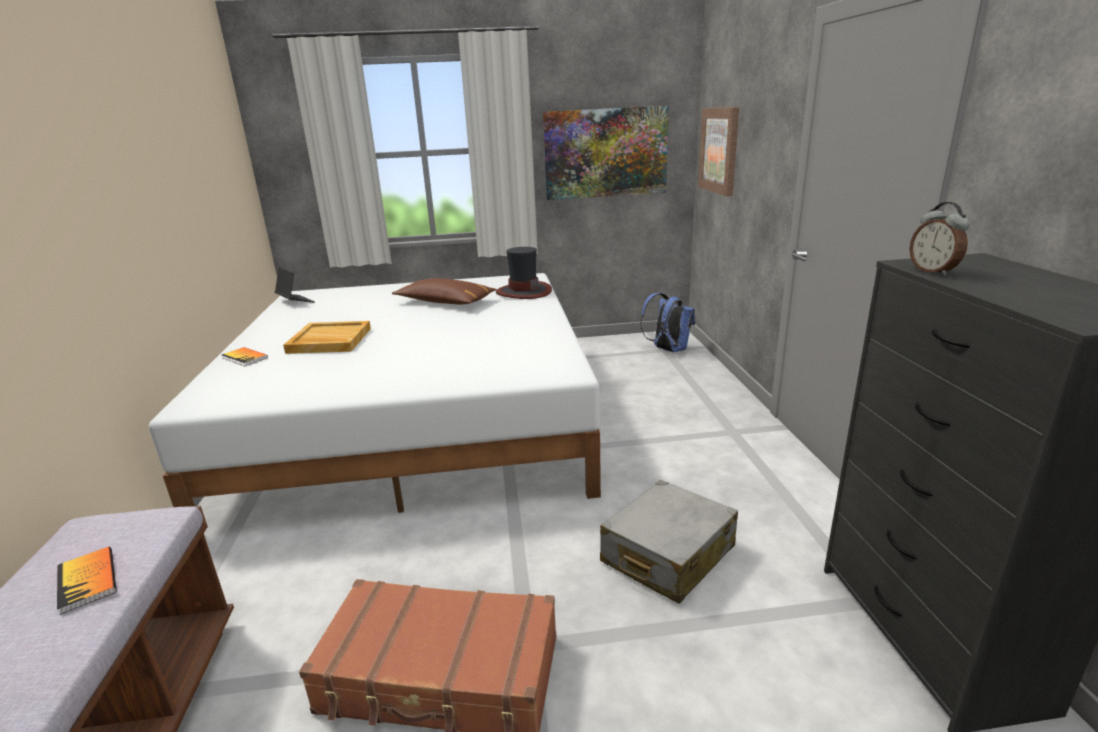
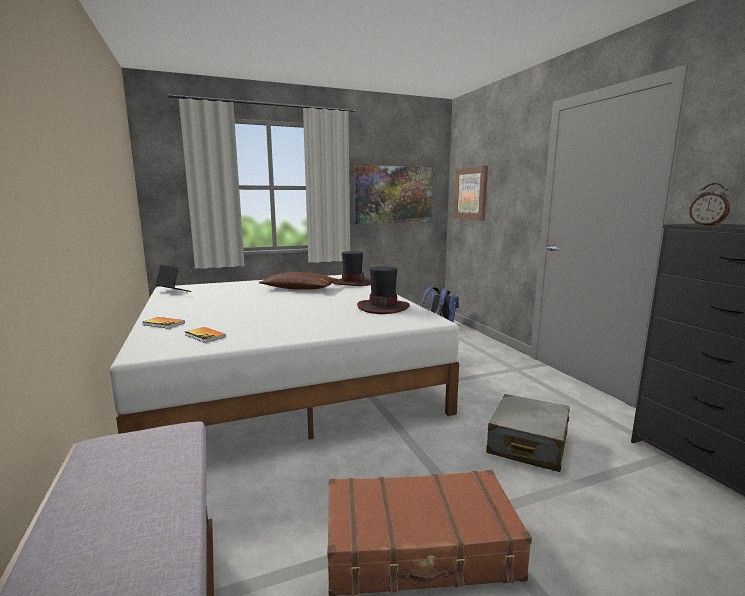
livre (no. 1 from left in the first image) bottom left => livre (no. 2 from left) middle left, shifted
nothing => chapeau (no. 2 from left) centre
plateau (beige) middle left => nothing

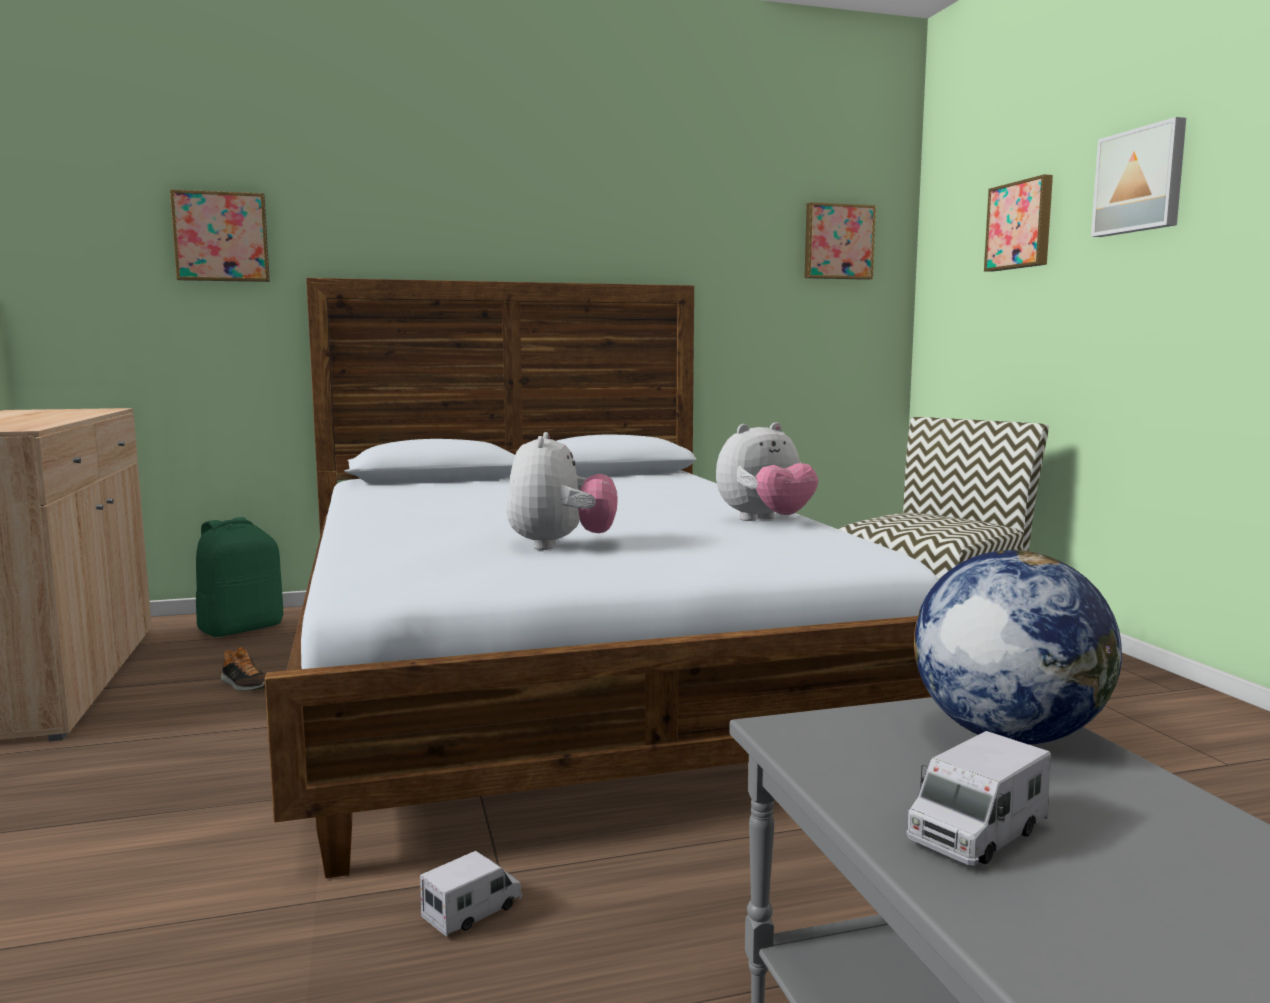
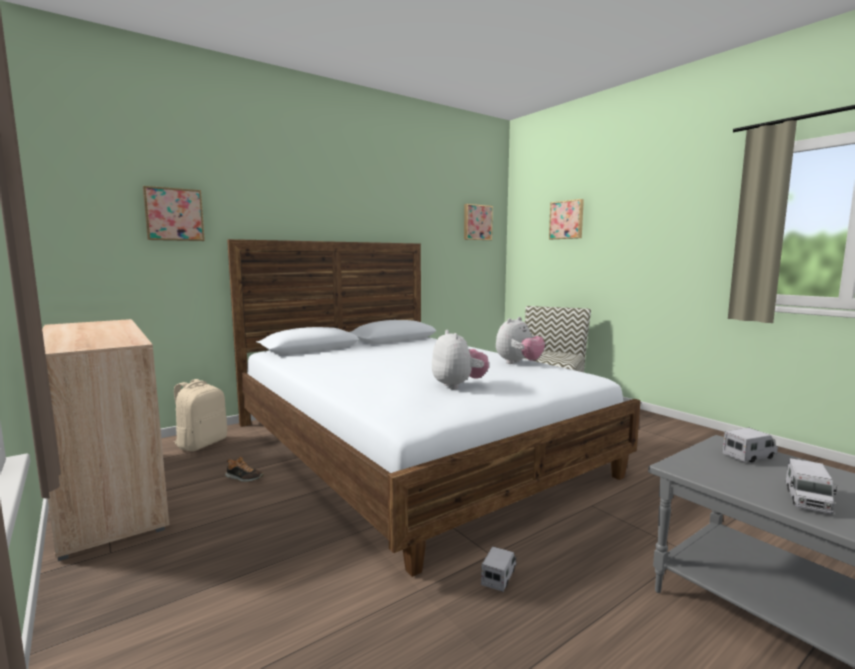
sac à dos (vert) middle left => sac à dos (beige) middle left
globe middle right => camion jouet (no. 2 from left) middle right
tableau (no. 4 from left) top right => nothing

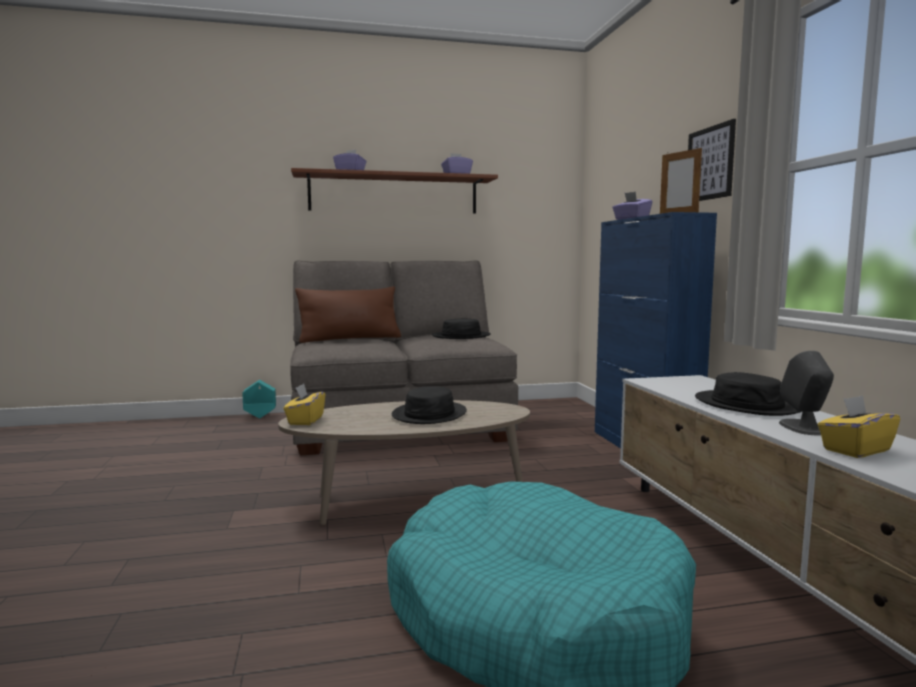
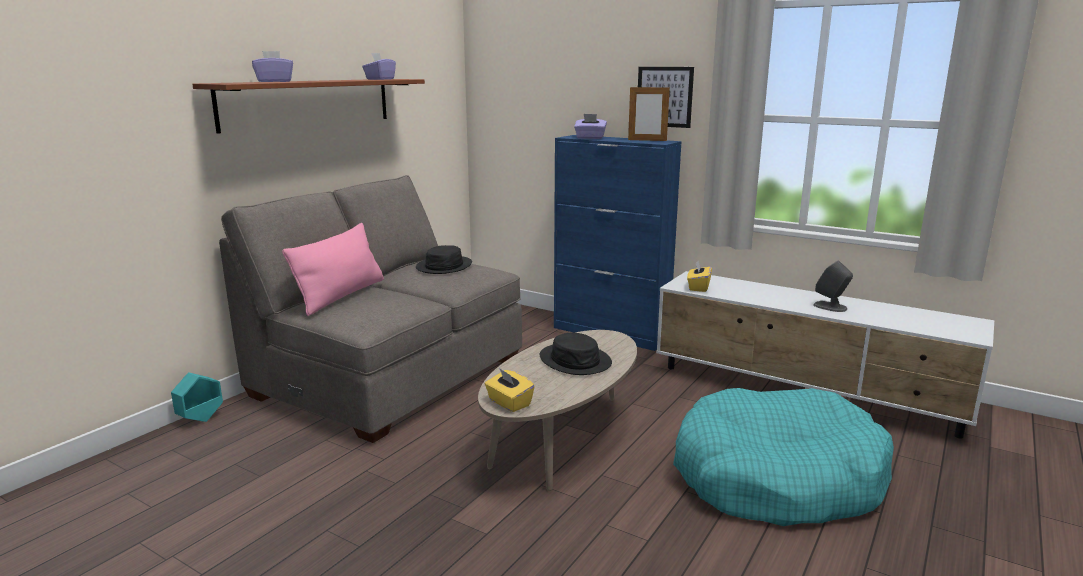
coussin (marron) centre => coussin (rose) middle left
boîte à mouchoirs (jaune) (no. 2 from left) middle right => boîte à mouchoirs (jaune) (no. 2 from left) centre, shifted
chapeau (noir) (no. 3 from left) middle right => nothing

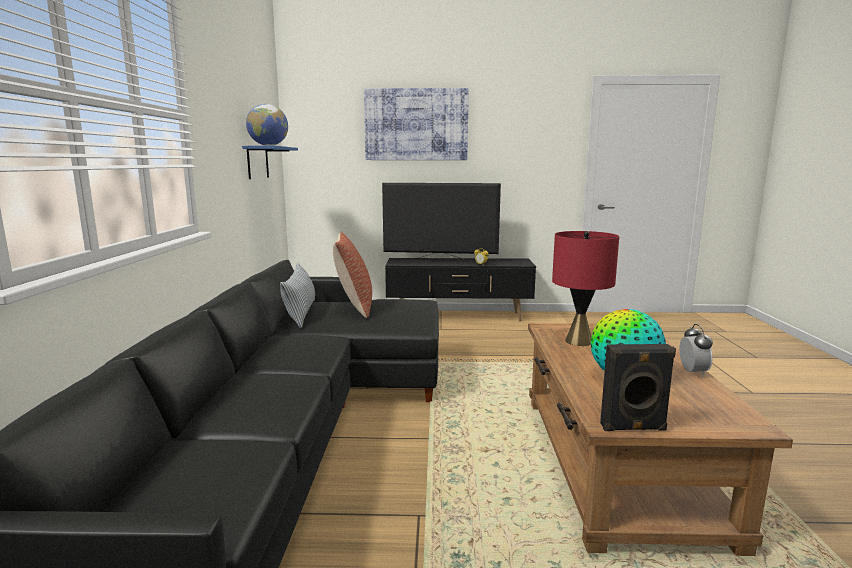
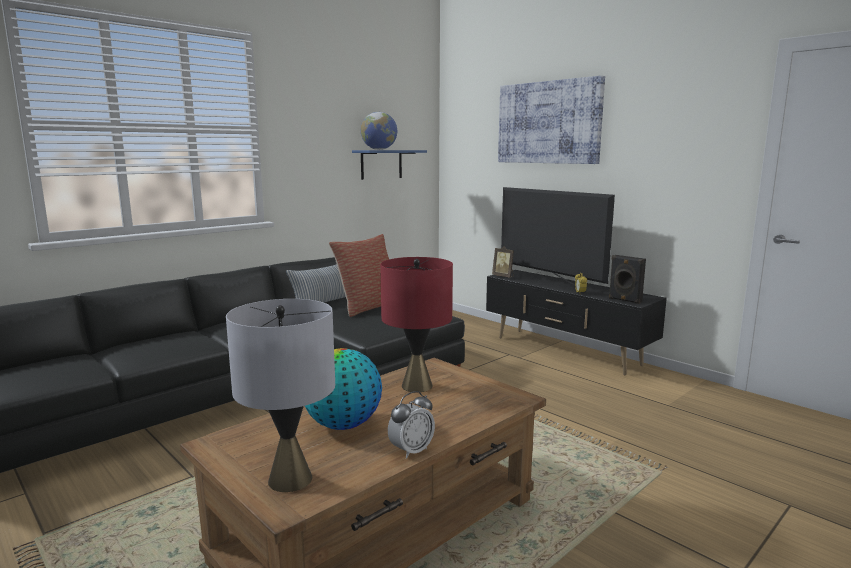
nothing => lampe de table (gris) bottom left
nothing => cadre photo centre
enceinte (noir) bottom right => enceinte (noir) middle right, shifted

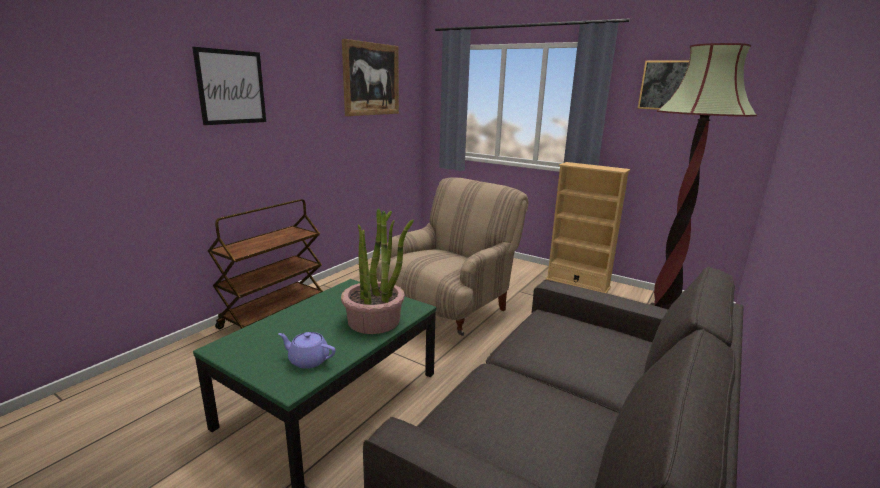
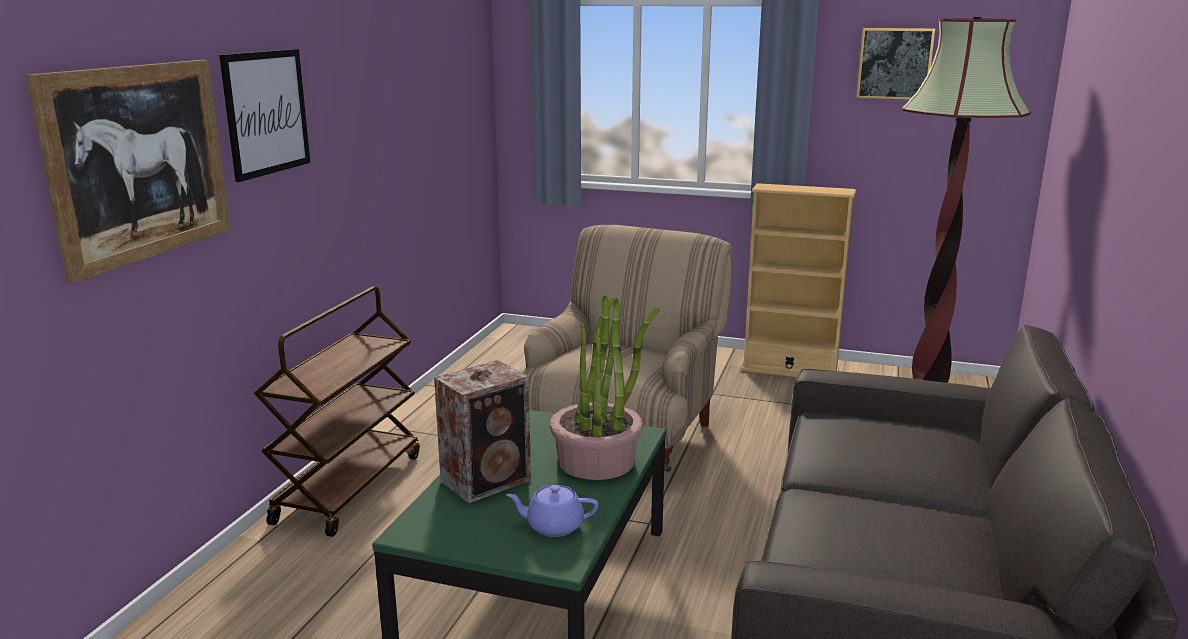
tableau (no. 2 from left in the first image) top centre => tableau (no. 1 from left) top left, shifted
nothing => enceinte bottom centre

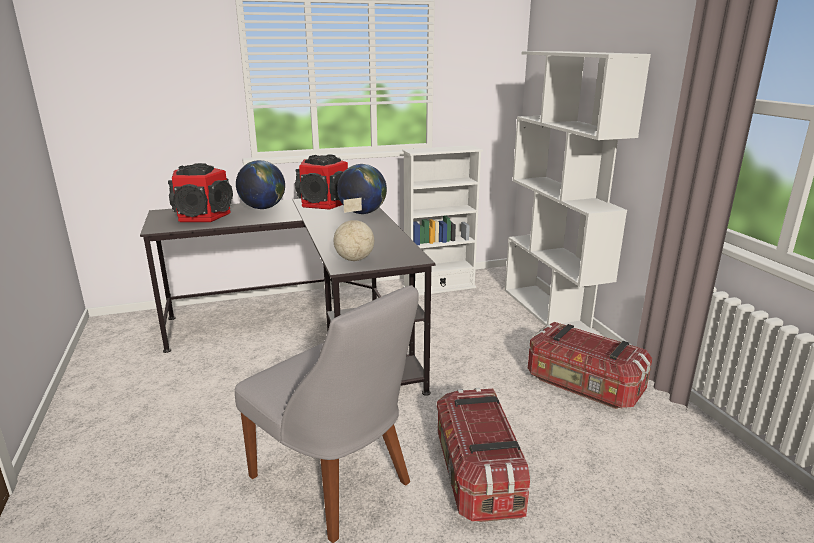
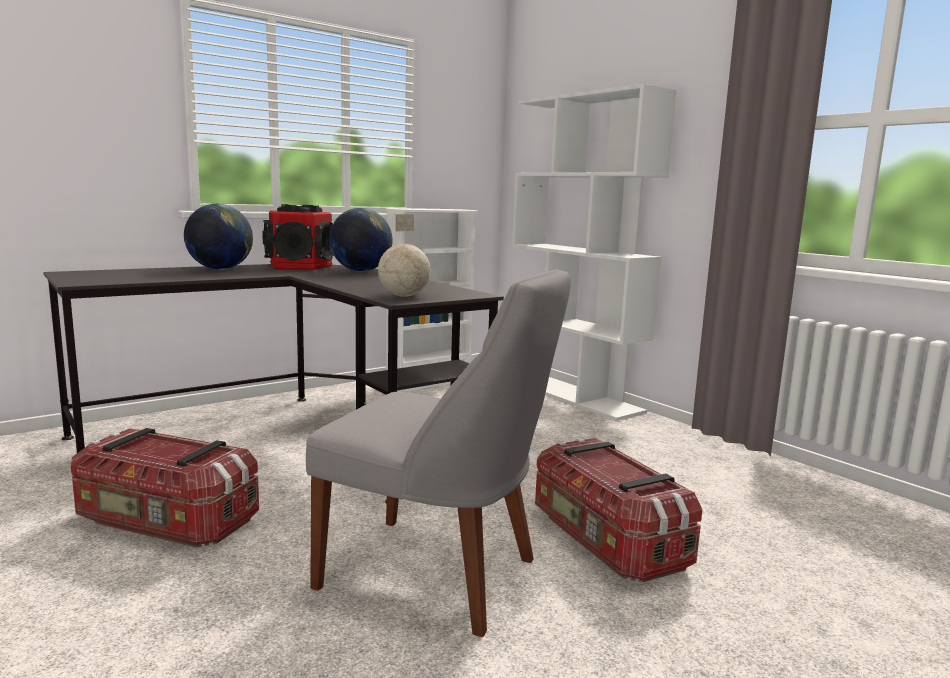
boîte de rangement (no. 2 from left in the first image) bottom right => boîte de rangement (no. 1 from left) bottom left, shifted
enceinte (no. 1 from left) middle left => nothing

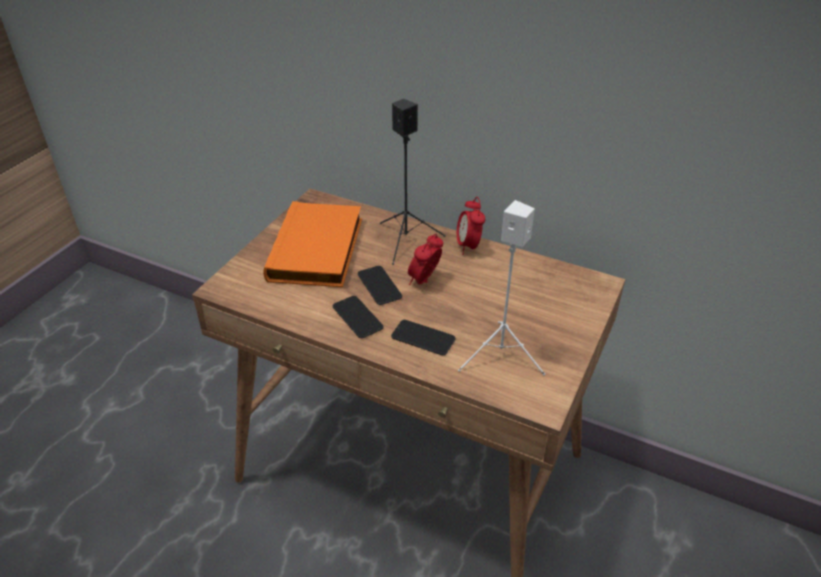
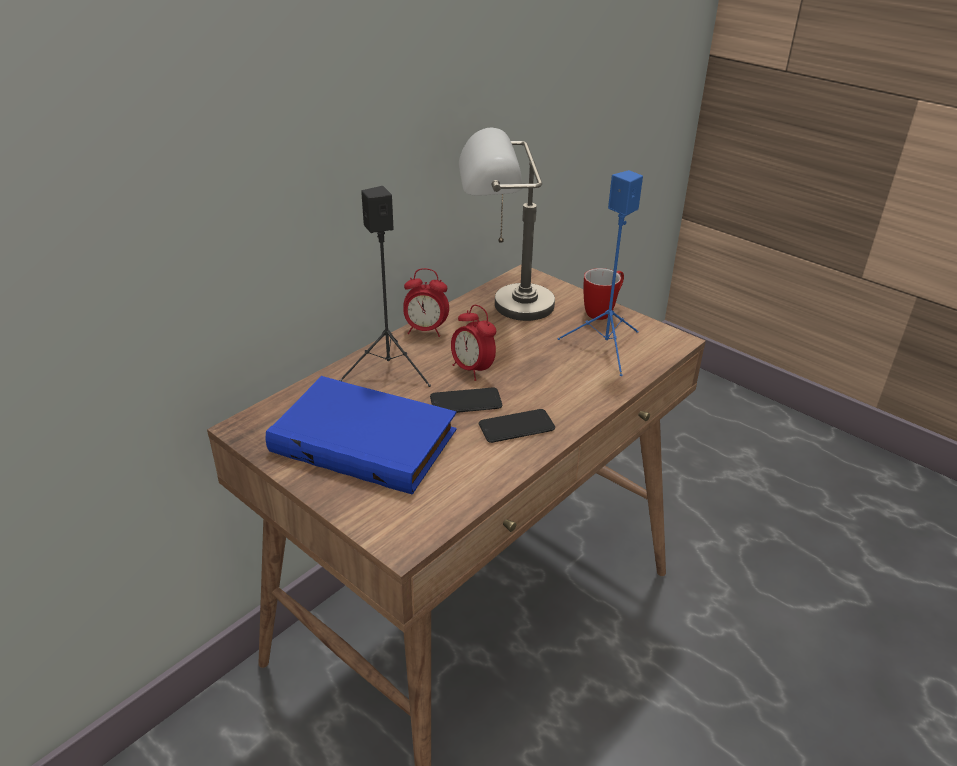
livre (orange) centre => livre (bleu) centre
nothing => lampe de table (gris) top centre
enceinte (blanc) centre => enceinte (bleu) centre
nothing => mug centre
téléphone (no. 3 from left) centre => nothing

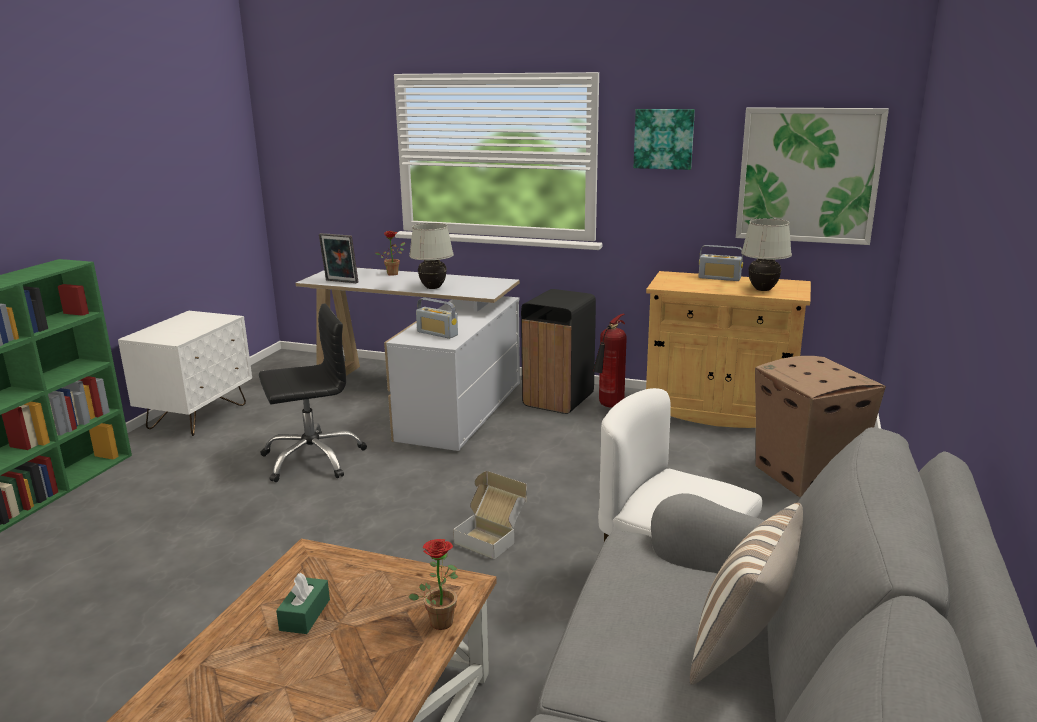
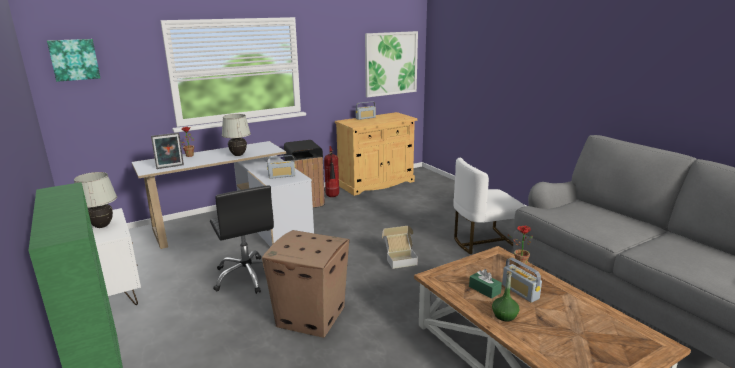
tableau (no. 1 from left) top centre => tableau (no. 1 from left) top left, shifted
lampe de table (blanc) (no. 2 from left in the first image) middle right => lampe de table (blanc) (no. 1 from left) middle left, shifted
chaise de bureau (noir) middle left, 135 degrees clockwise
carton (no. 2 from left in the first image) middle right => carton (no. 1 from left) bottom centre, shifted
nothing => bouteille (vert) bottom right
nothing => radio (no. 3 from left) bottom right
coussin bottom right => nothing

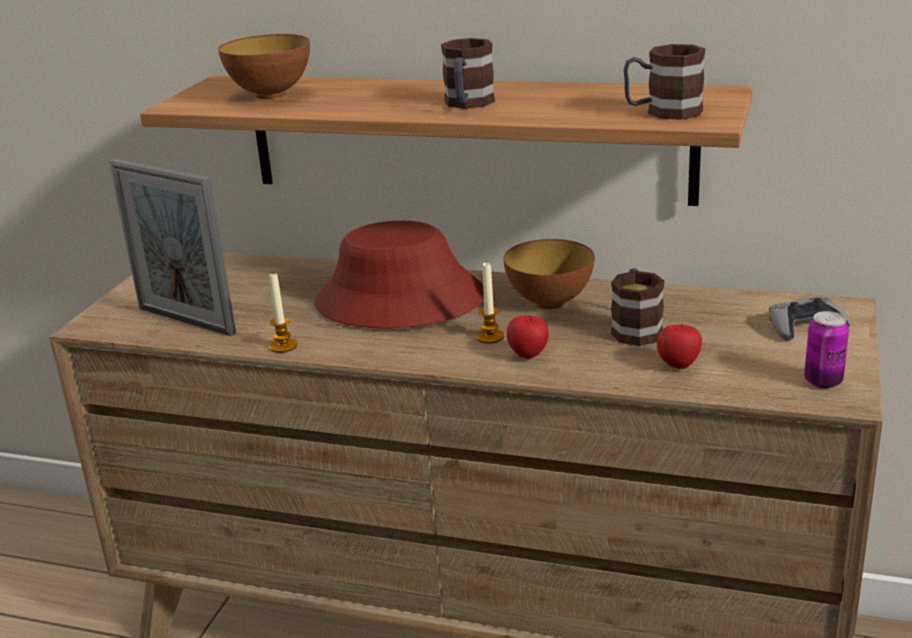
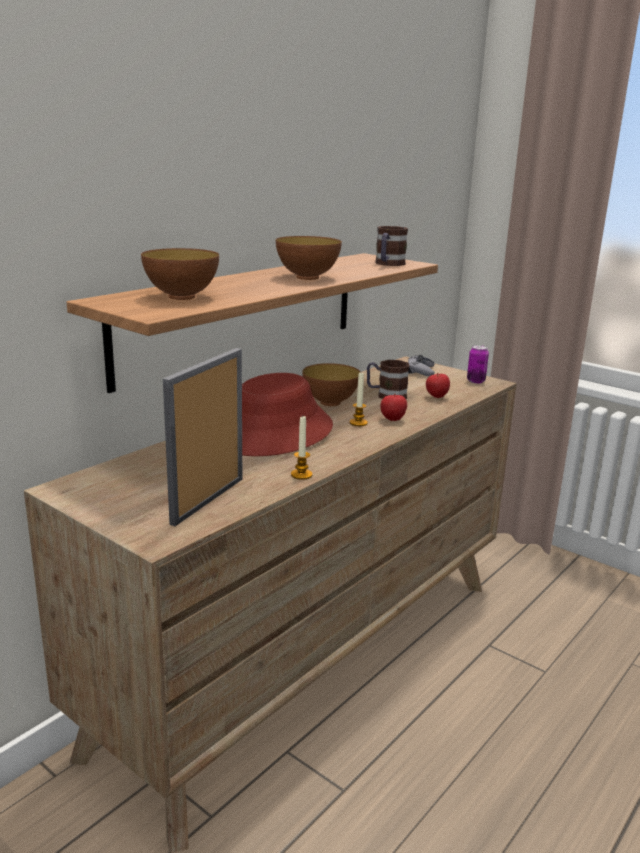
cadre photo middle left, 150 degrees clockwise
mug (no. 1 from left) top centre => bol (no. 2 from left) top centre

